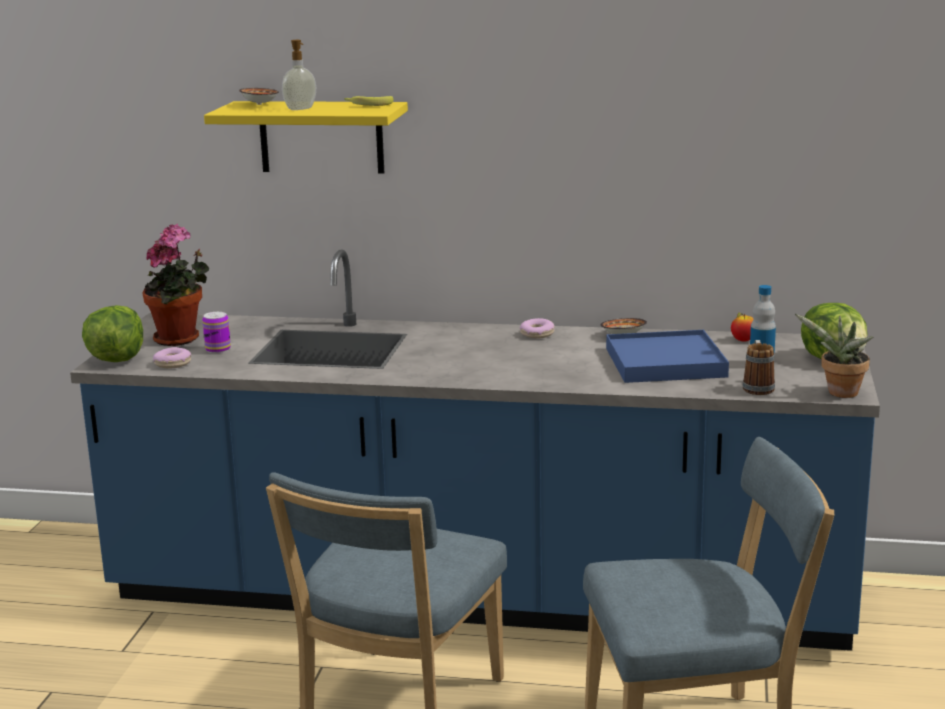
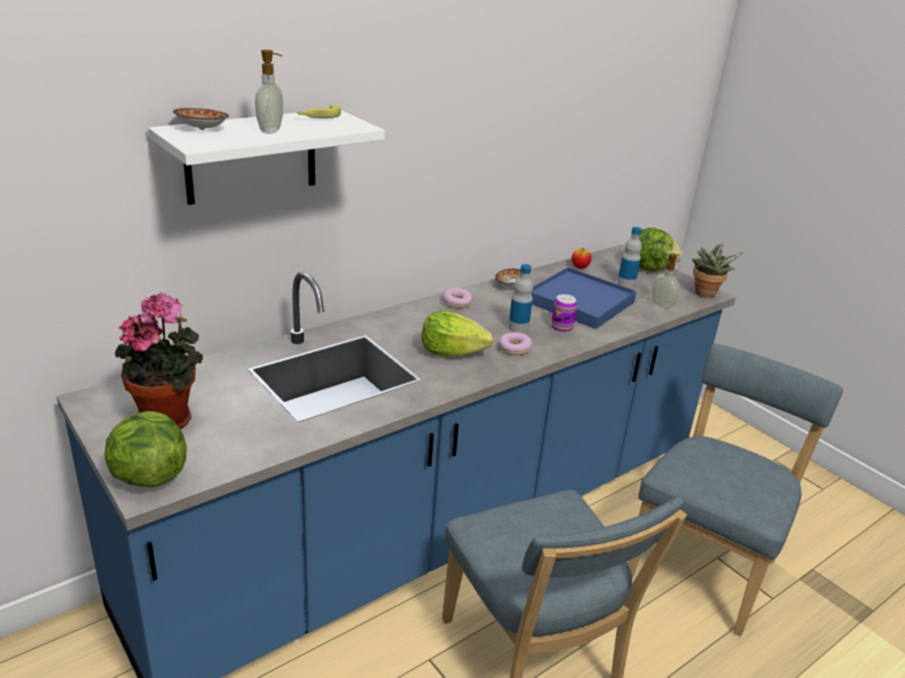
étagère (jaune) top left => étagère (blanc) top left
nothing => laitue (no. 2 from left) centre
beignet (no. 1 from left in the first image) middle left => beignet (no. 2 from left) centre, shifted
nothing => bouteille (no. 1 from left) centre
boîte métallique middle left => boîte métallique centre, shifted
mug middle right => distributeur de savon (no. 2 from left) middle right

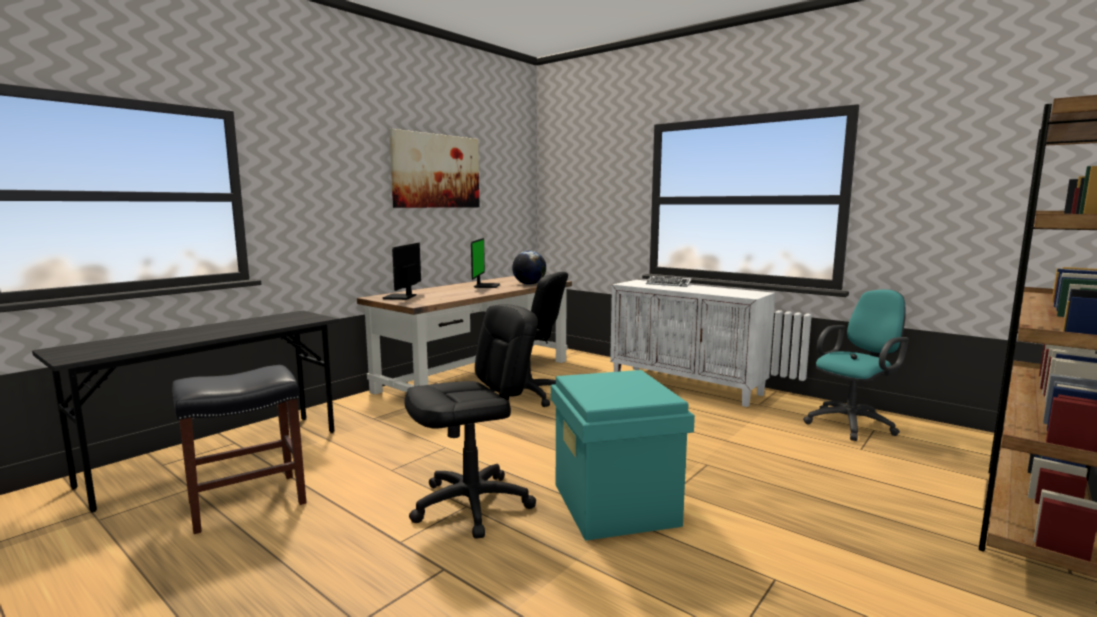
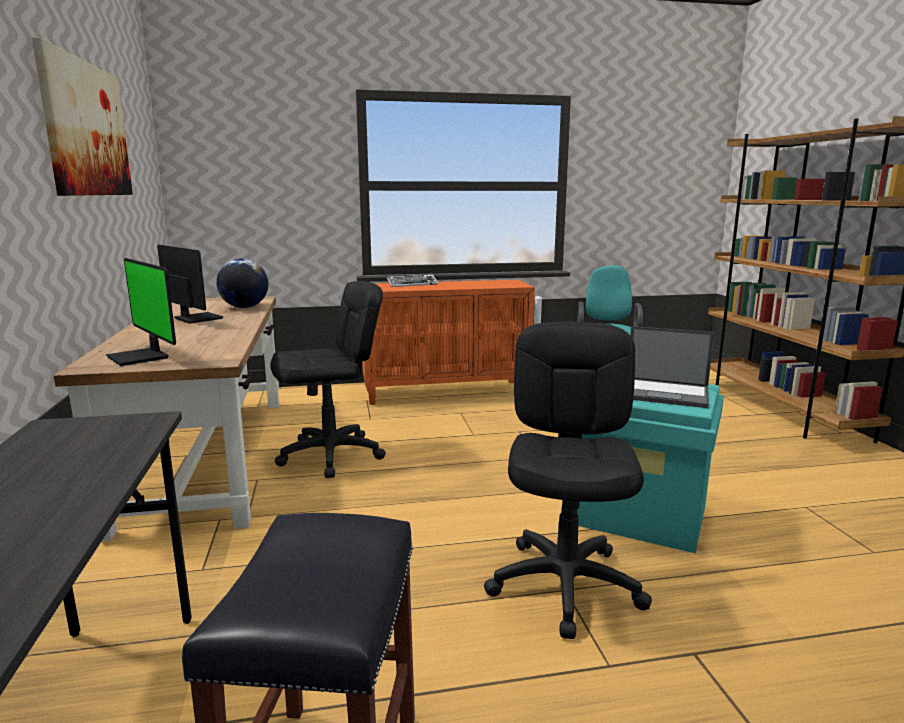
meuble de rangement (blanc) centre => meuble de rangement (orange) centre
nothing => ordinateur portable middle right

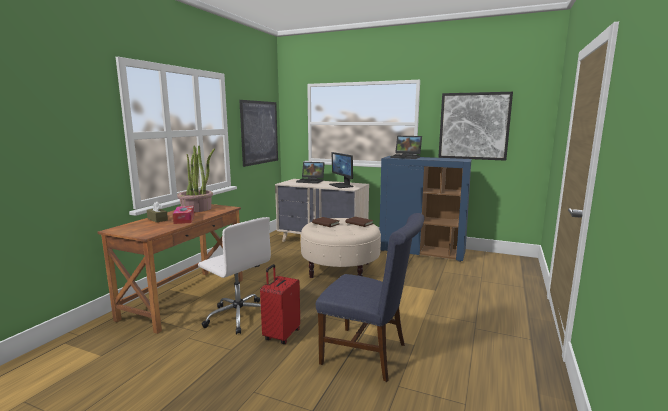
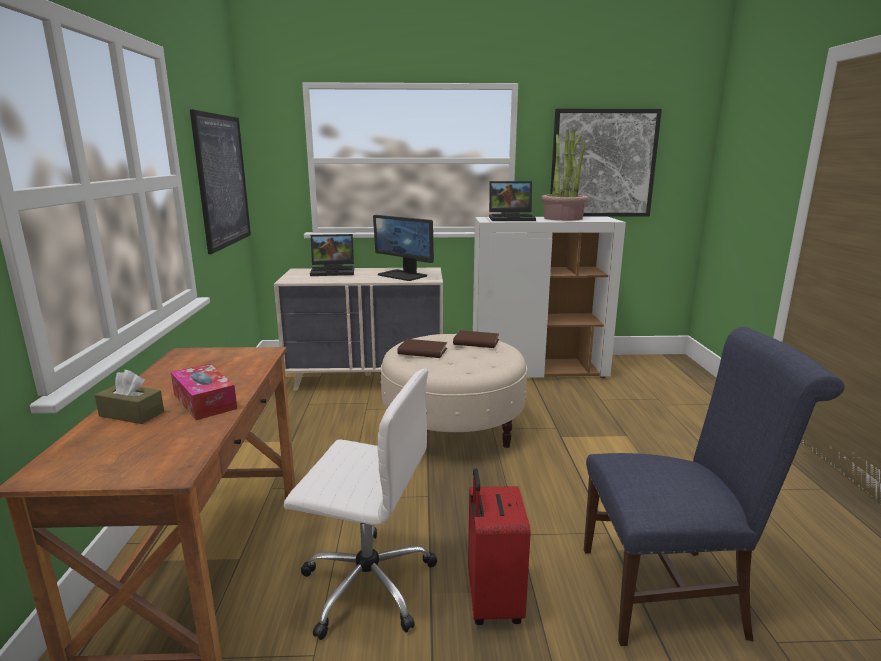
meuble de rangement (bleu) centre => meuble de rangement (blanc) centre
plante en pot middle left => plante en pot top centre, shifted

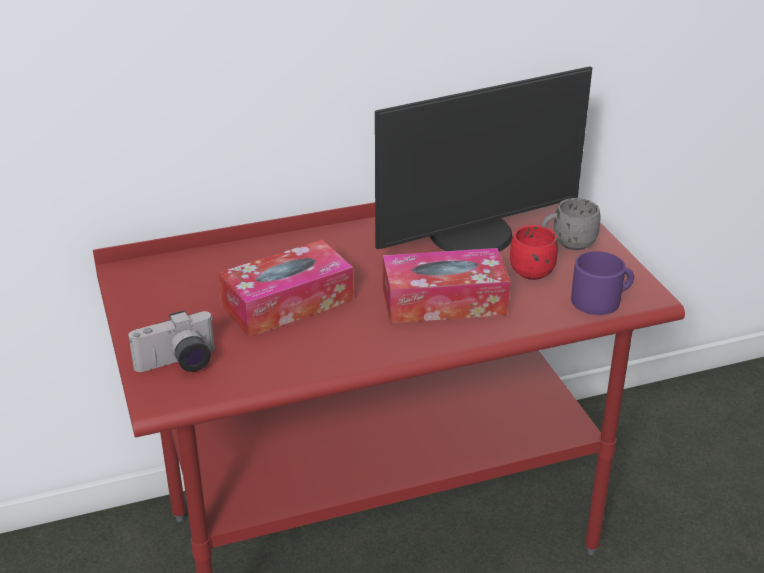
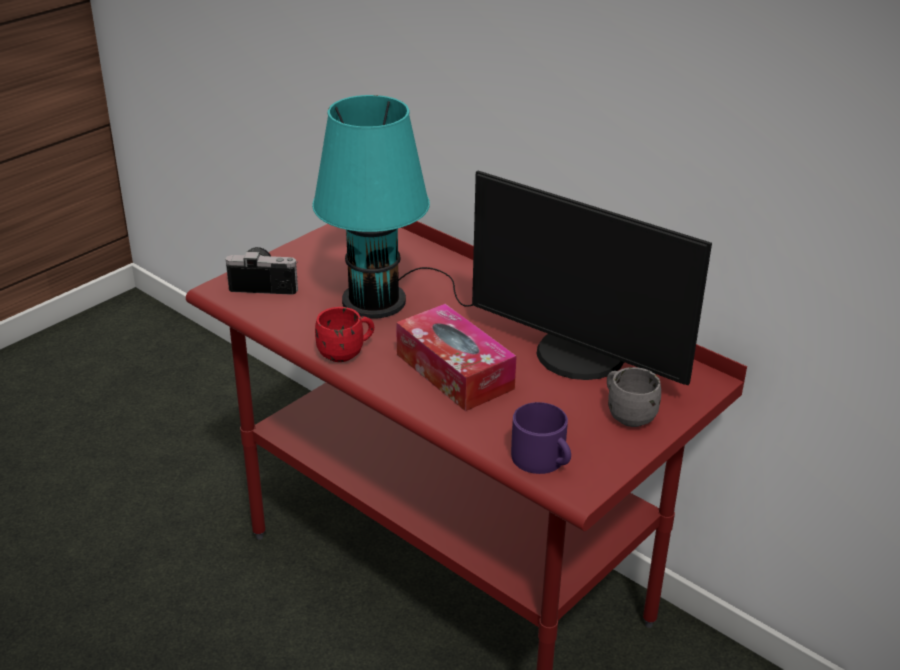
appareil photo middle left, 150 degrees clockwise
boîte à mouchoirs (no. 1 from left) centre => lampe de table (turquoise) top centre
mug (rouge) middle right => mug (rouge) centre, shifted

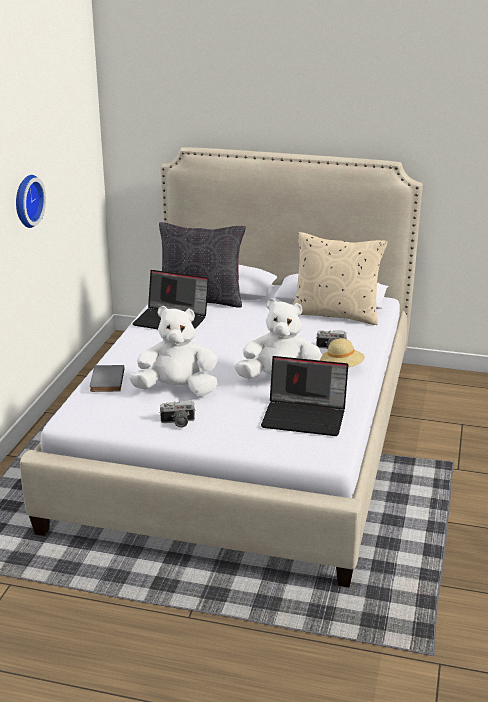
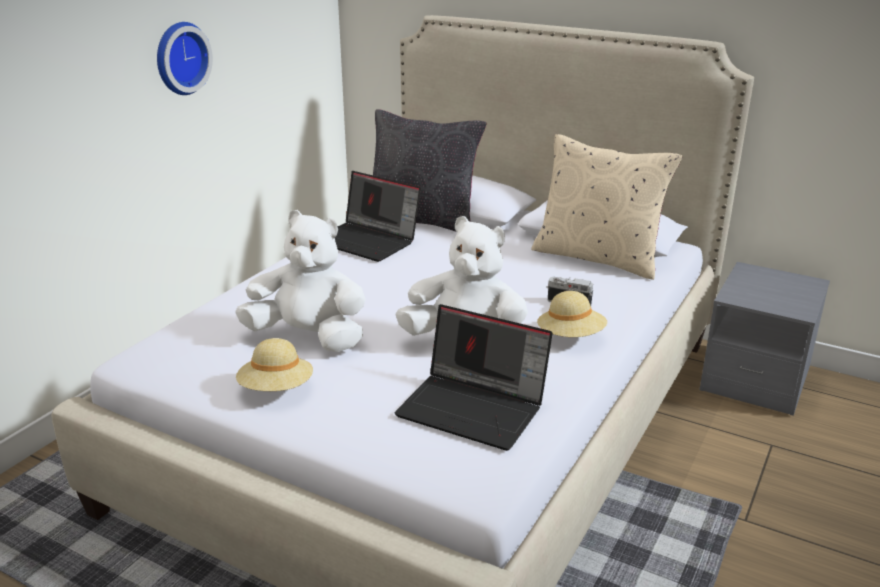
appareil photo (no. 1 from left) centre => chapeau (beige) (no. 1 from left) middle left
nothing => table de chevet (gris) middle right
livre (gris) middle left => nothing

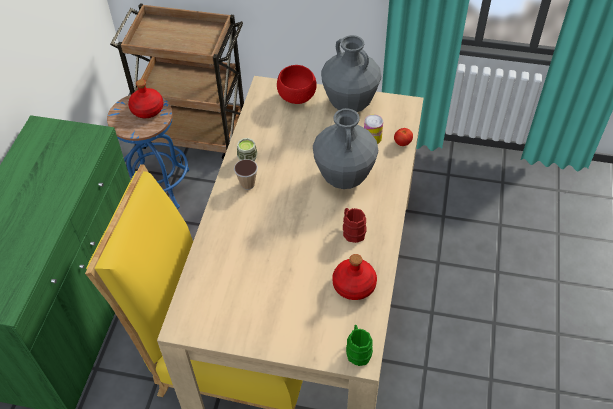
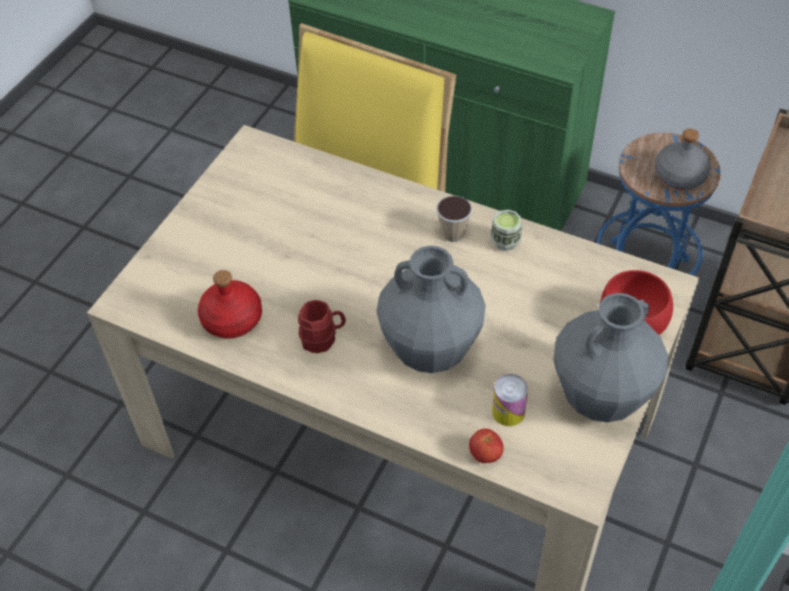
bouteille (rouge) (no. 1 from left) top left => bouteille (gris) top right
mug (vert) bottom centre => nothing

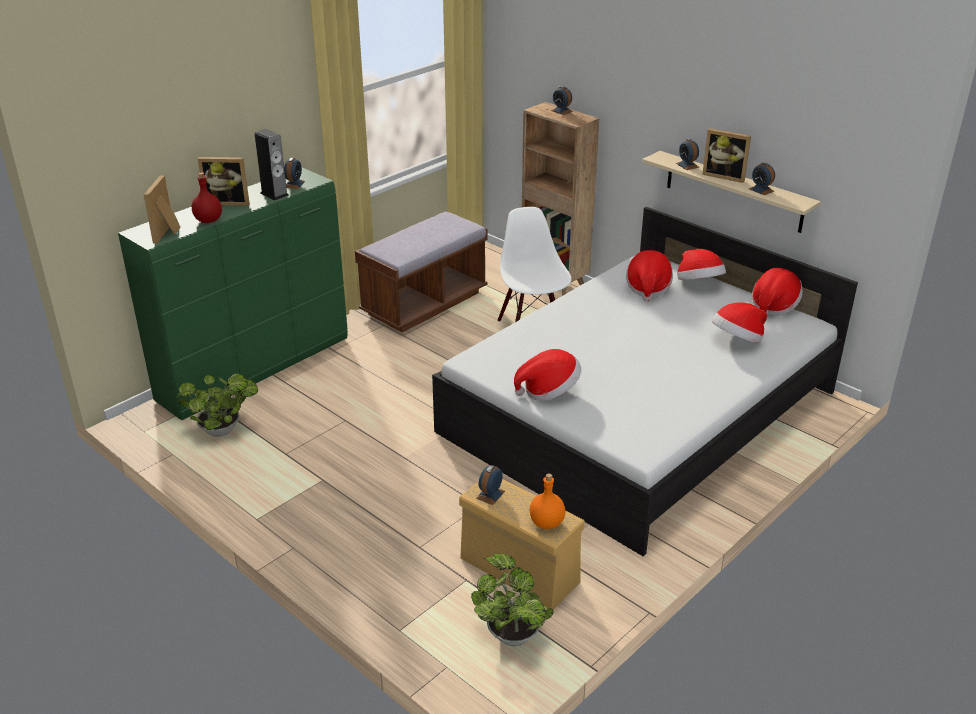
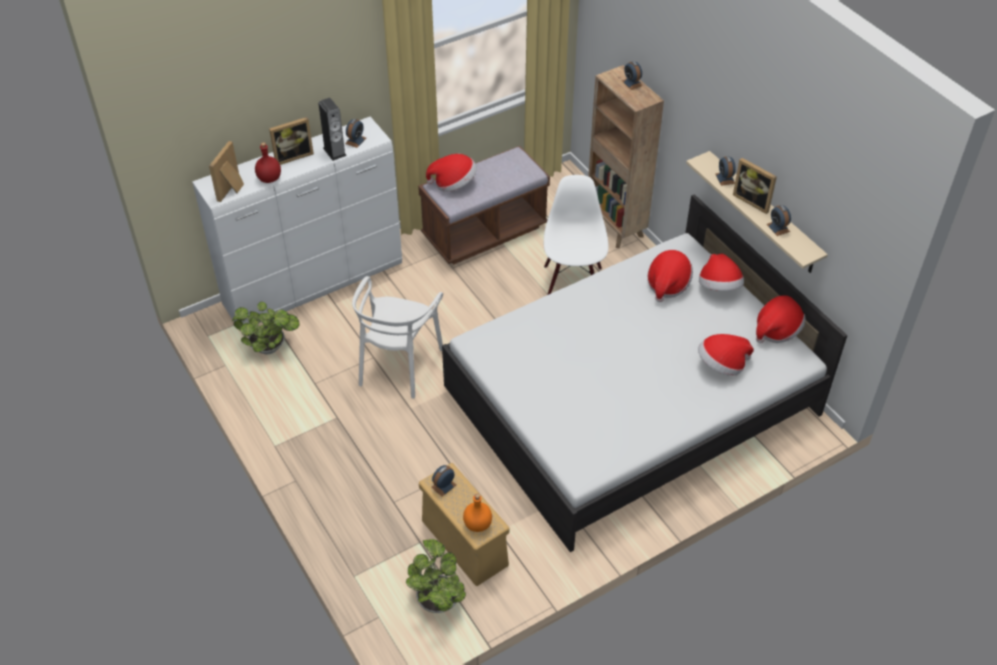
commode (vert) middle left => commode (blanc) top left
cadre photo (no. 2 from left) top left, 45 degrees counterclockwise
nothing => chaise (blanc) (no. 1 from left) centre
chapeau (no. 1 from left) centre => chapeau (no. 1 from left) top centre, shifted

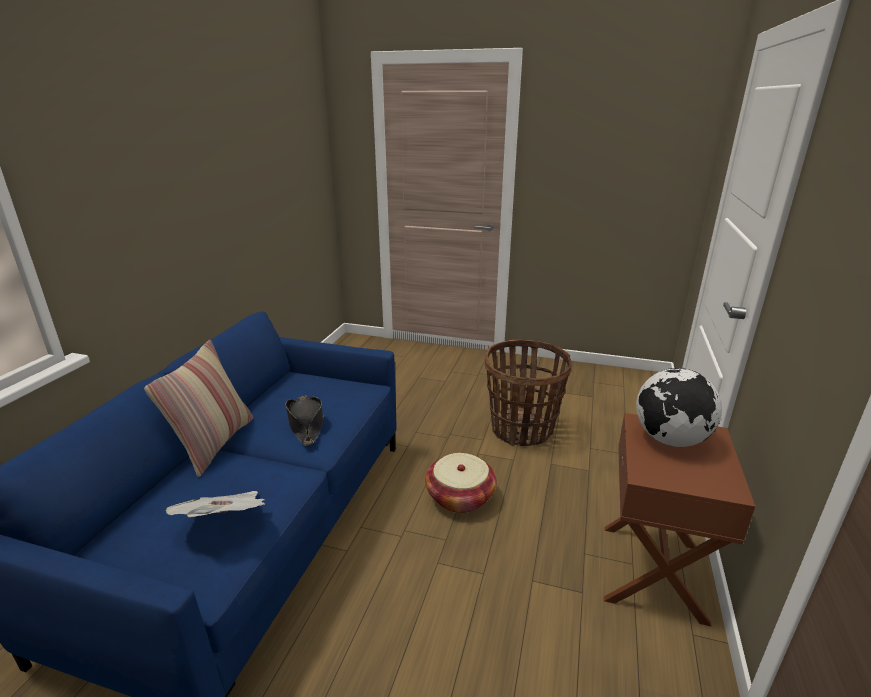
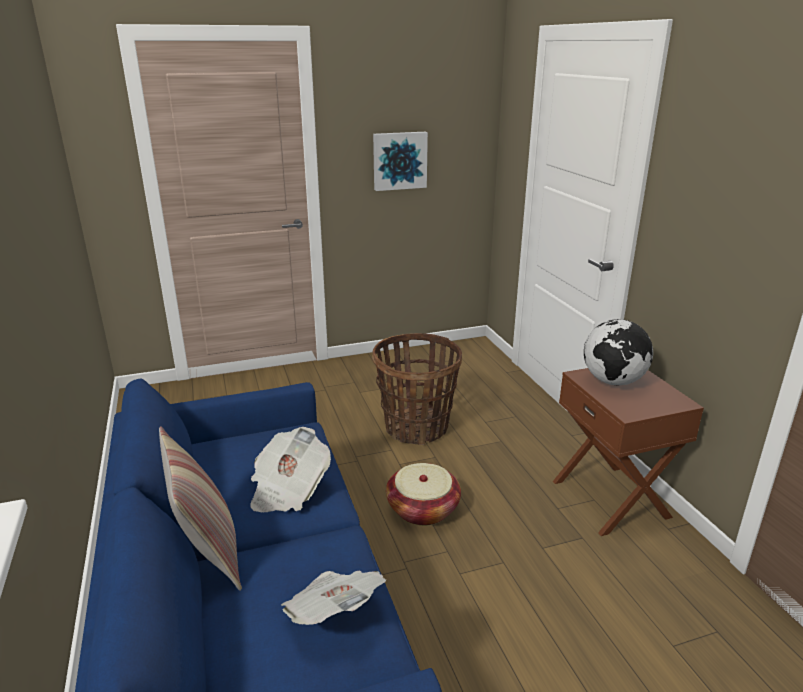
chapeau (noir) centre => journal (no. 1 from left) bottom centre
nothing => tableau top centre

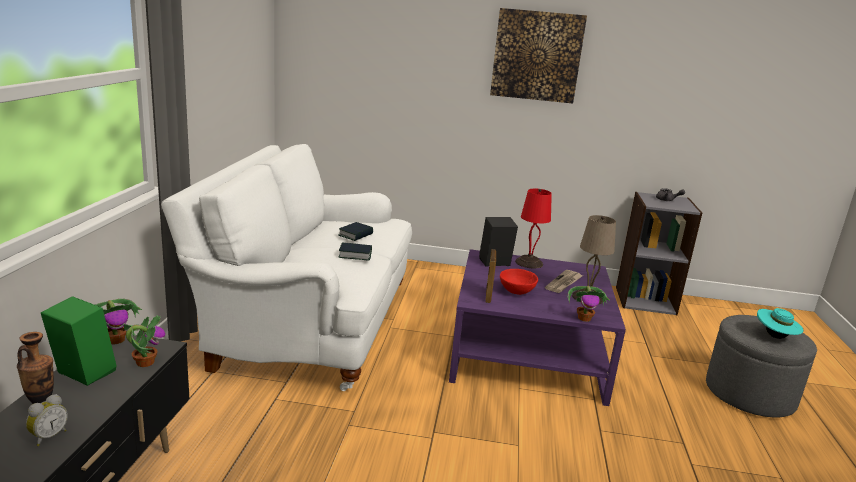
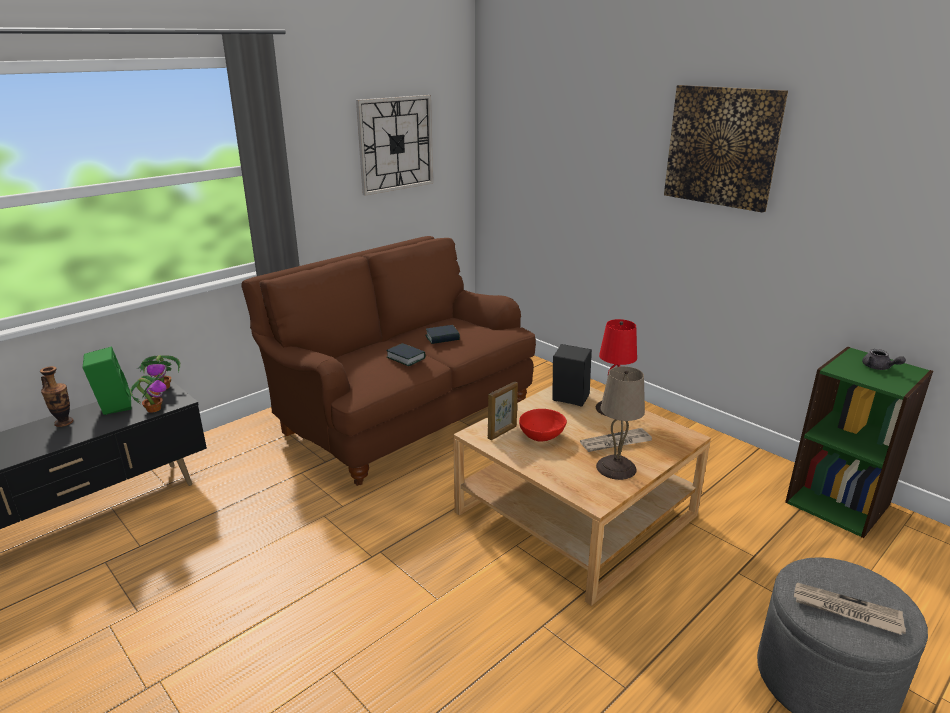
canapé (blanc) centre => canapé (marron) centre
nothing => horloge murale top centre
table basse (violet) bottom centre => table basse (beige) bottom centre
bibliothèque (gris) middle right => bibliothèque (vert) middle right
chapeau (turquoise) bottom right => journal (no. 2 from left) bottom right
réveil bottom left => nothing
plante en pot (no. 3 from left) middle right => nothing

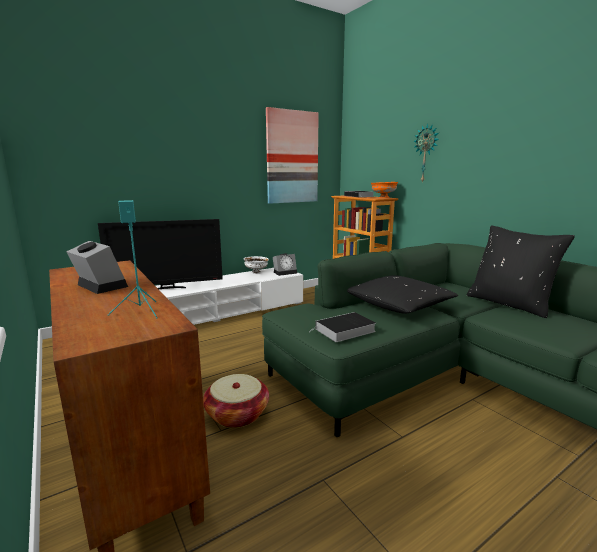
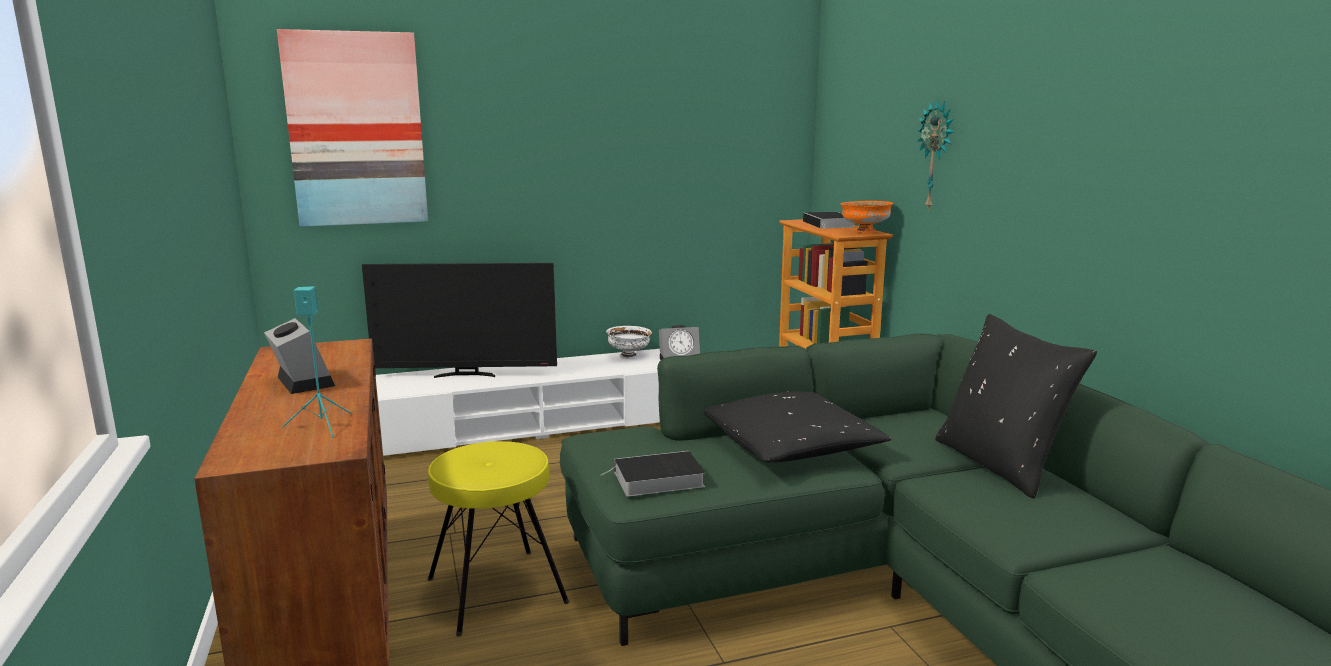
tableau top centre => tableau top left, shifted
panier bottom centre => tabouret (jaune) bottom centre

